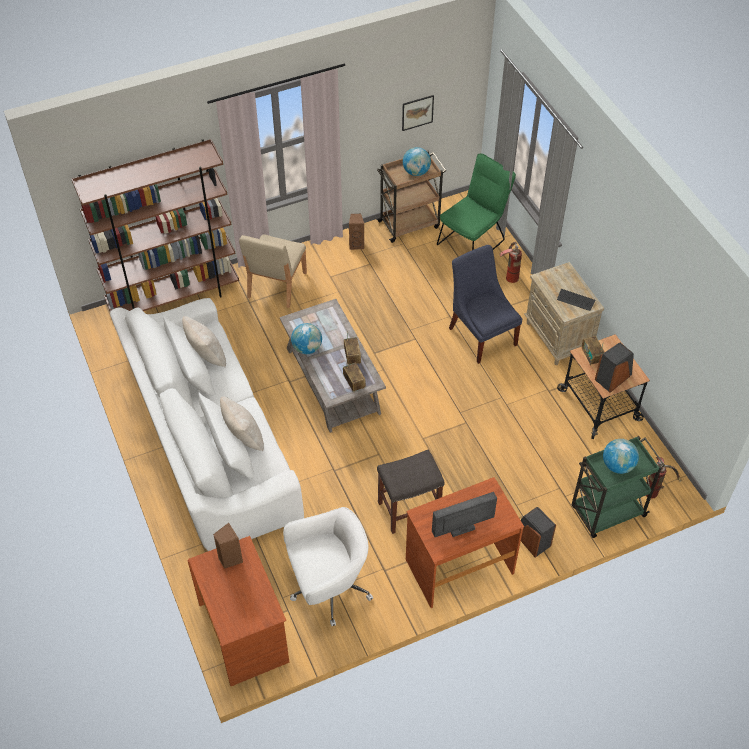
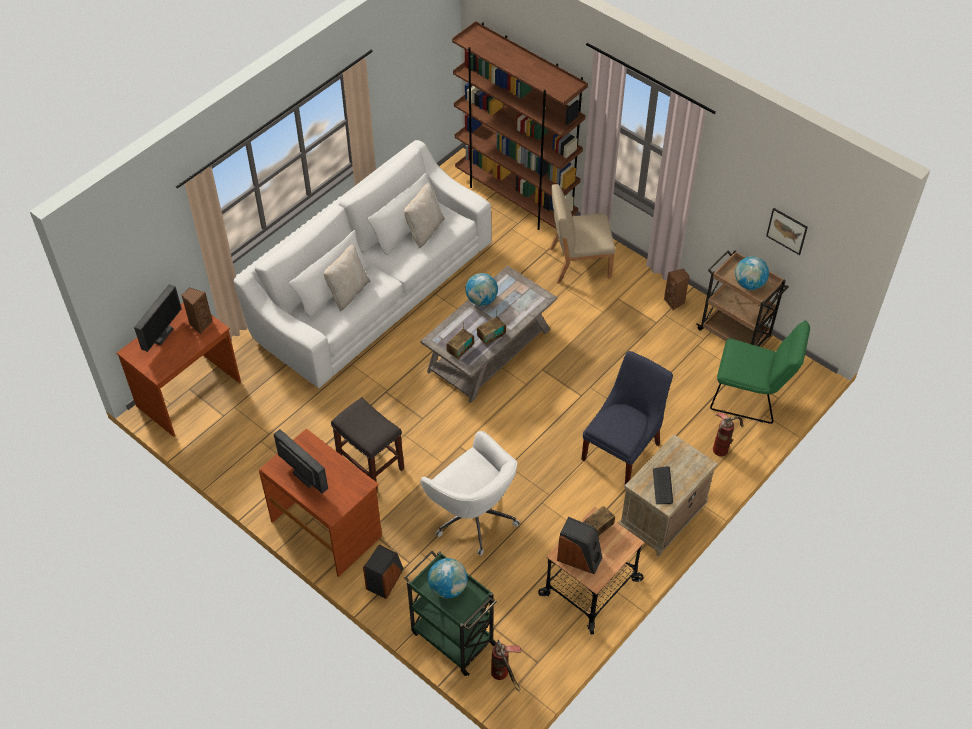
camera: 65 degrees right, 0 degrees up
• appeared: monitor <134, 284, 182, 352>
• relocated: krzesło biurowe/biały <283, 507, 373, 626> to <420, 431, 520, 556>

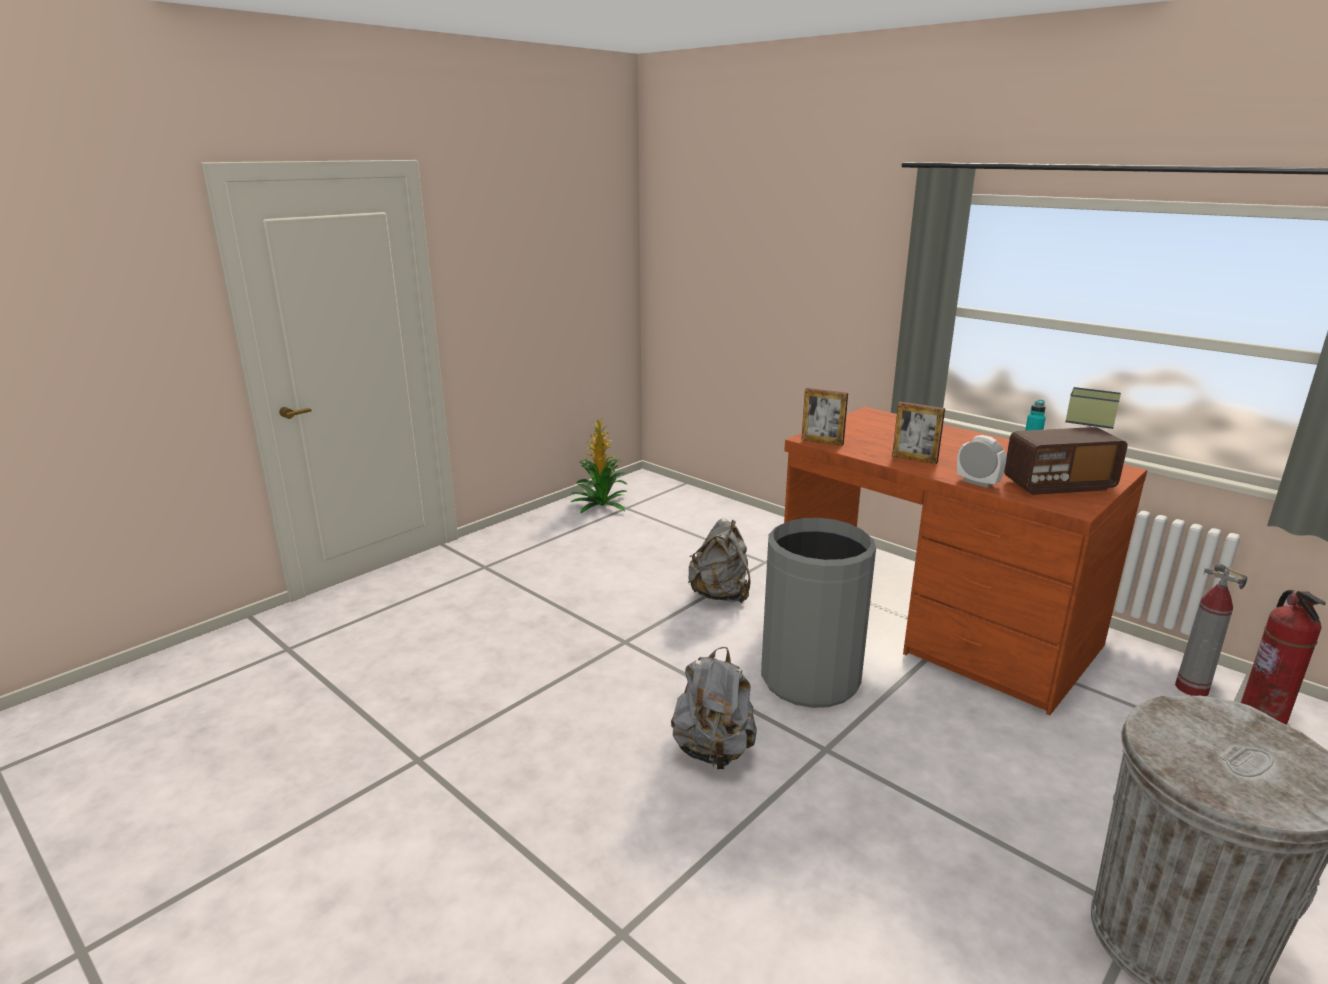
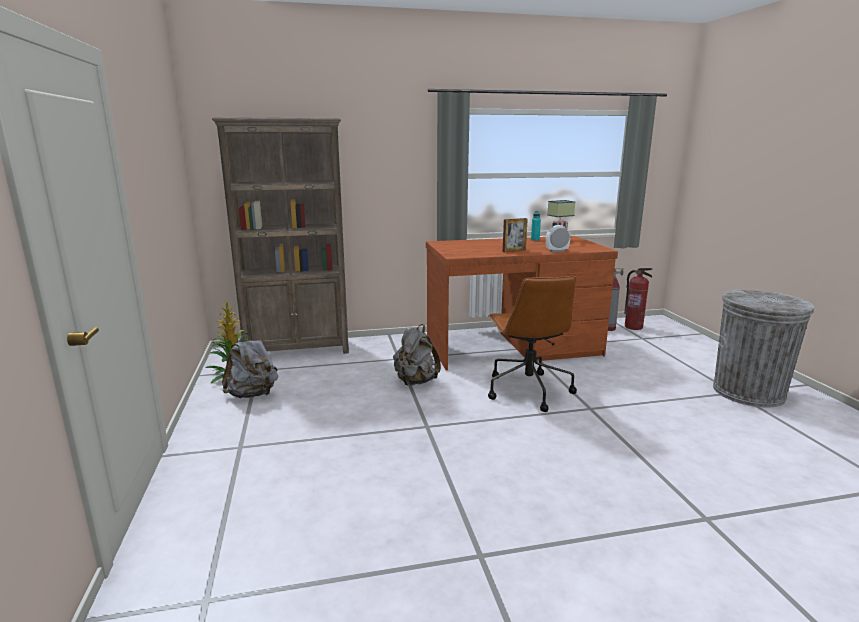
camera: 55 degrees left, 5 degrees down
• appeared: regał/brązowy <212, 117, 349, 354>
• relocated: plecak/szary <671, 647, 757, 769> to <222, 333, 278, 398>
• exchanged: kosz na śmieci/szary <761, 518, 876, 708> to krzesło biurowe/brązowy <488, 276, 577, 412>
• missing: ramka na zdjęcie <802, 388, 848, 446>
• missing: radio <1004, 427, 1128, 495>

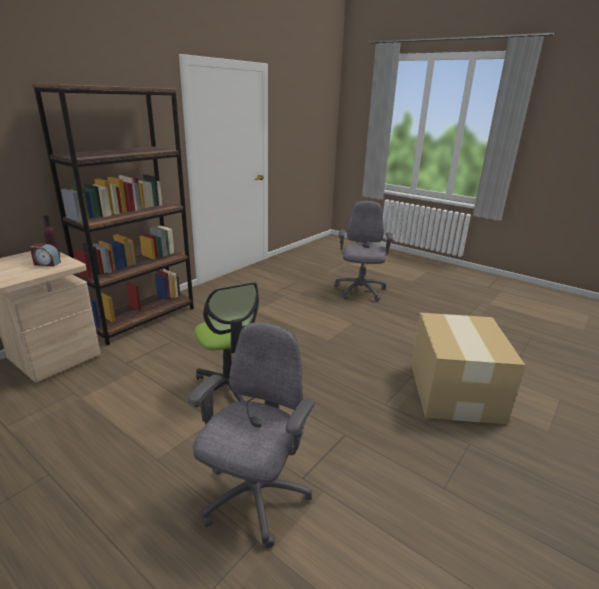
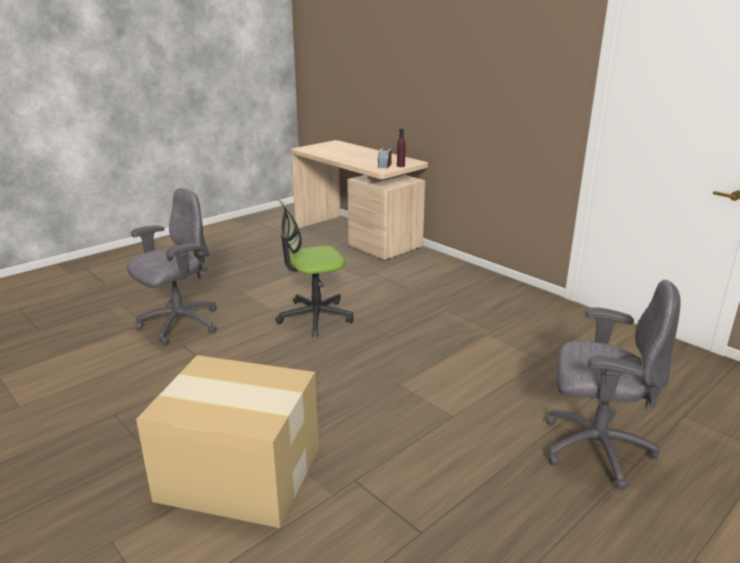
camera: 100 degrees right, 0 degrees up
• spun: krzesło biurowe/szary <188, 322, 315, 548> = <127, 188, 217, 345> 75 degrees counterclockwise
• missing: regał/brązowy <32, 83, 194, 345>

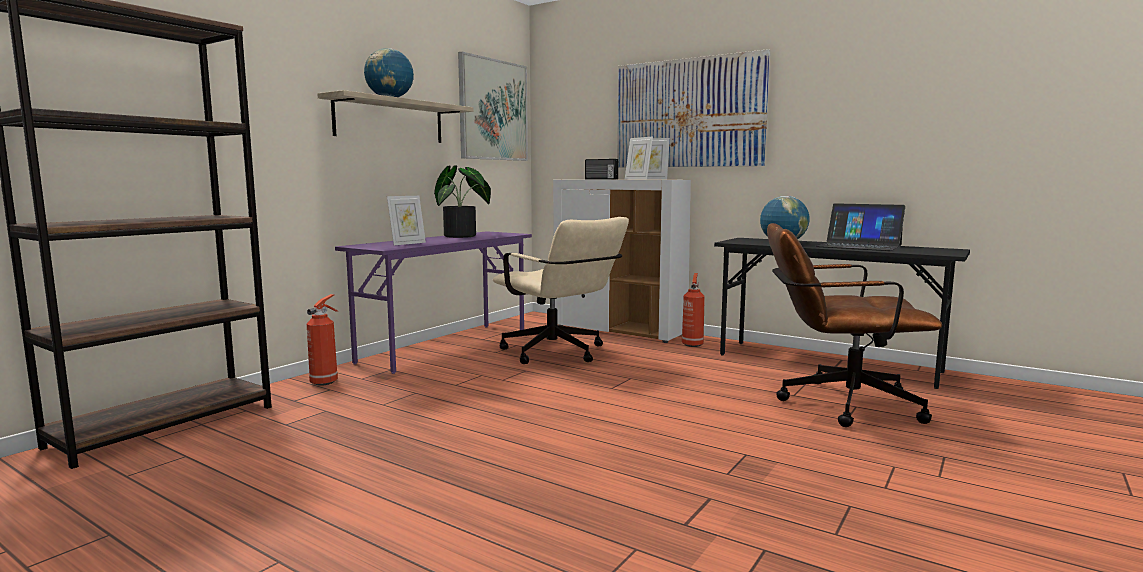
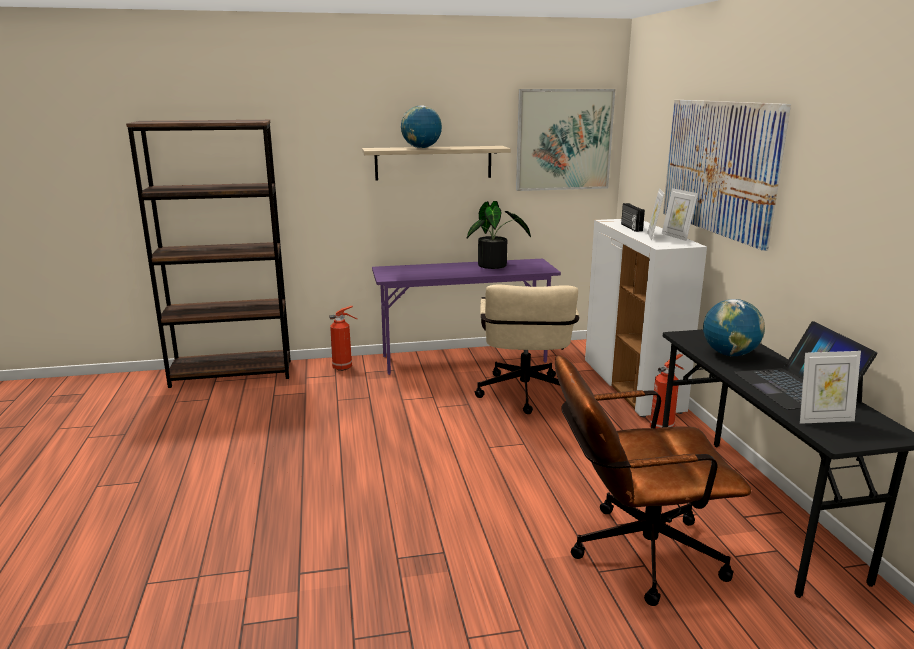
camera: 45 degrees right, 10 degrees up
• spun: krzesło biurowe/brązowy <767, 223, 942, 427> = <555, 355, 751, 606> 60 degrees counterclockwise
• relocated: ramka na zdjęcie <387, 196, 426, 245> to <800, 351, 861, 424>

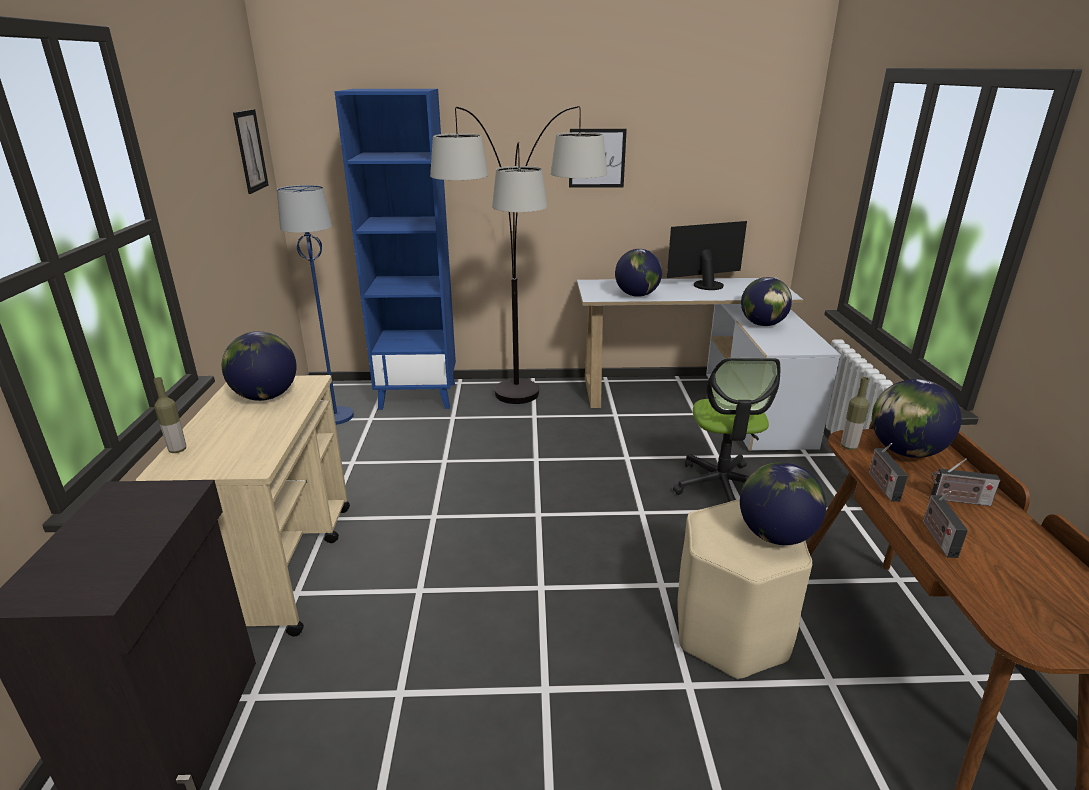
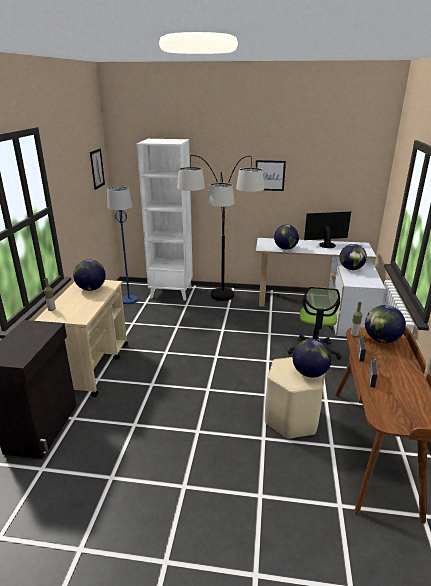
camera: 10 degrees right, 0 degrees up
• colour: regał/niebieski <334, 89, 456, 410> to regał/biały <137, 139, 193, 301>
• missing: radio <931, 458, 1000, 506>

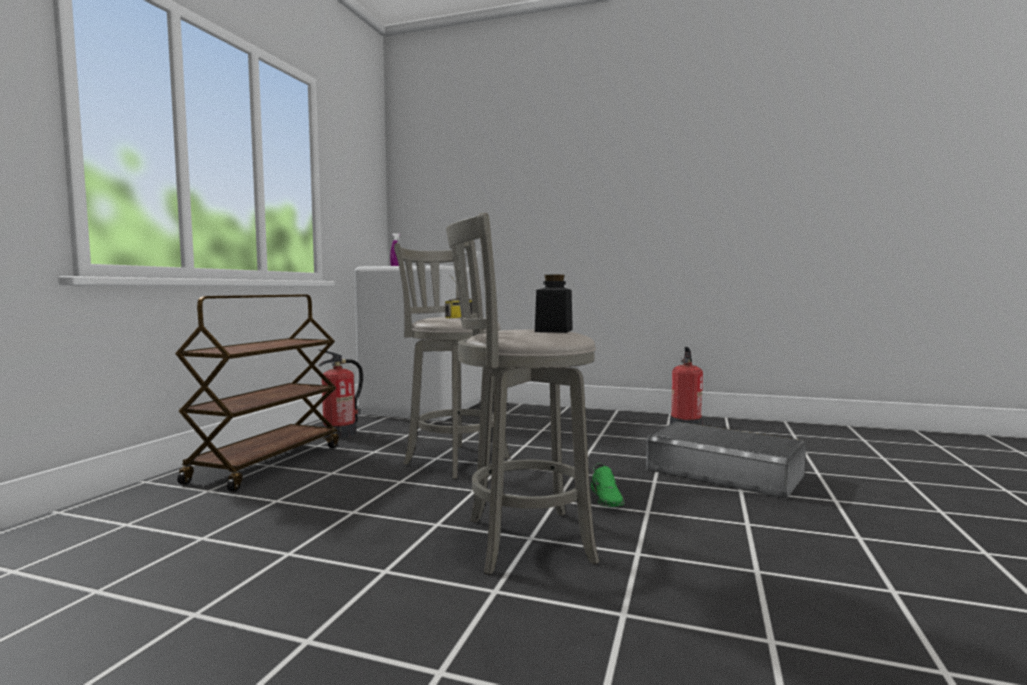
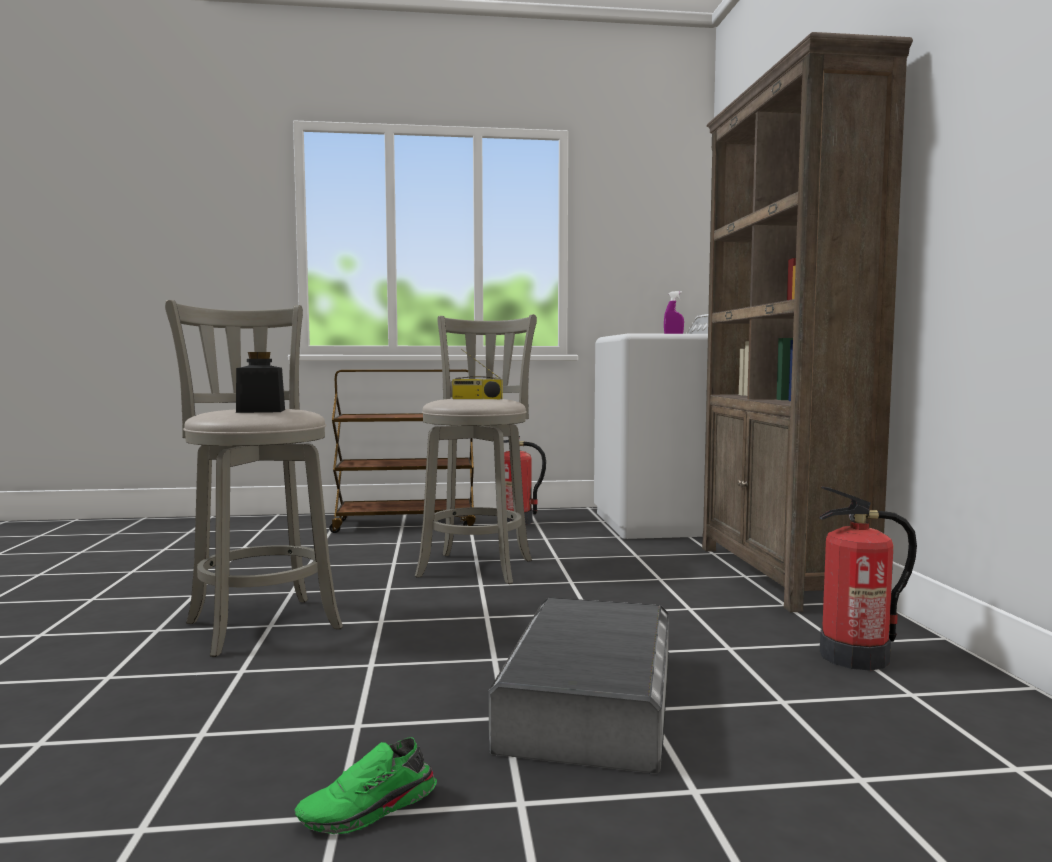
camera: 65 degrees right, 0 degrees up
• relocated: but/zielony <591, 463, 625, 507> to <294, 737, 437, 834>
• appeared: regał/brązowy <702, 32, 913, 612>

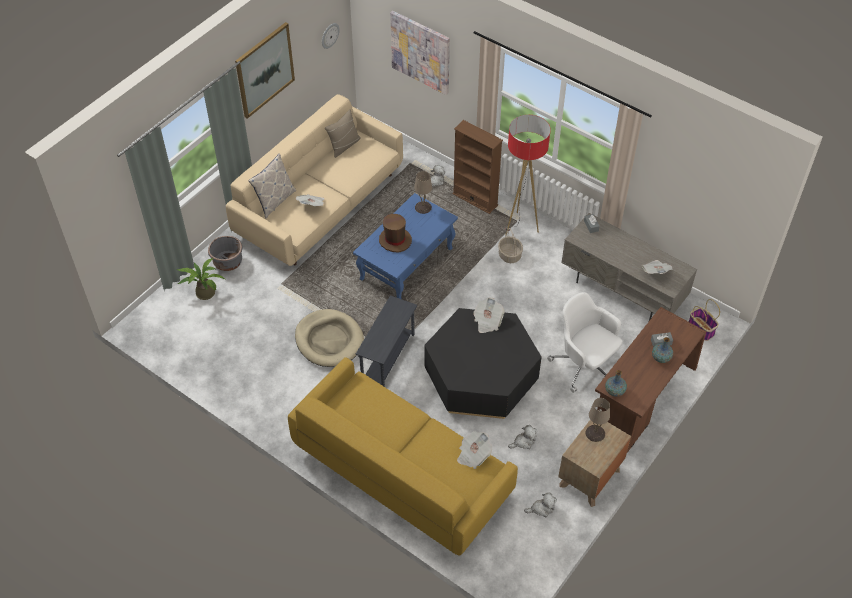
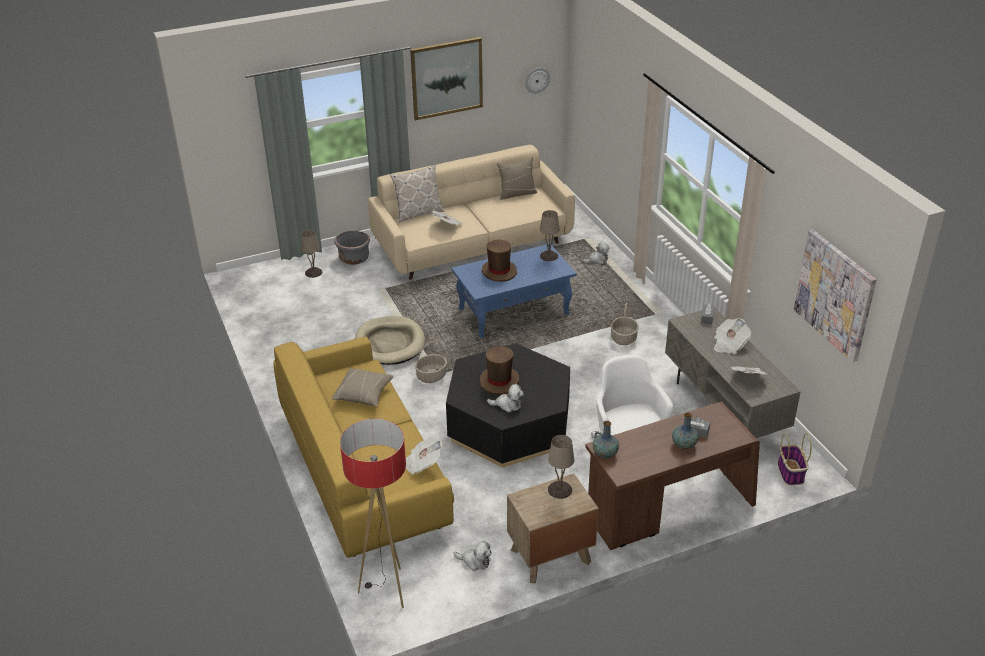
camera: 30 degrees right, 15 degrees down
• exchanged: roślina doniczkowa <177, 258, 225, 300> to lampa stołowa/beżowy <301, 230, 322, 278>
• appeared: poduszka/beżowy <332, 368, 394, 406>
• relocated: lampa stojąca <505, 115, 551, 236> to <340, 419, 406, 608>
• exchanged: stolik/szary <356, 295, 417, 387> to koszyk <415, 341, 447, 383>
• appeared: kapelusz/brązowy <480, 346, 519, 395>
• relocated: pluszak <508, 425, 537, 449> to <487, 384, 524, 412>
• relocated: gazeta <473, 297, 504, 333> to <714, 318, 751, 354>
• relocated: obraz <390, 11, 450, 95> to <794, 230, 877, 362>
• missing: regał/brązowy <452, 120, 503, 214>

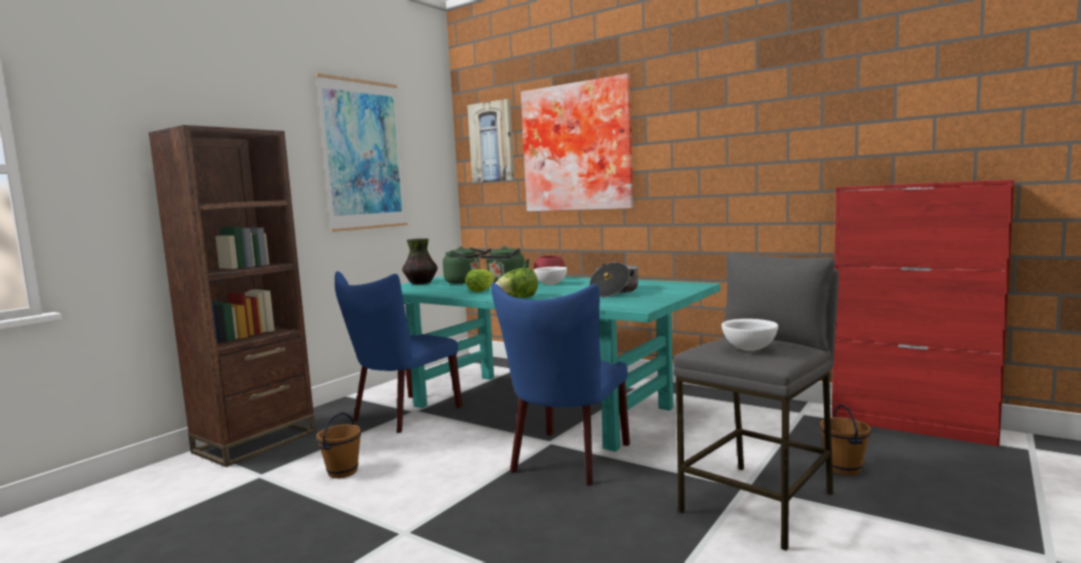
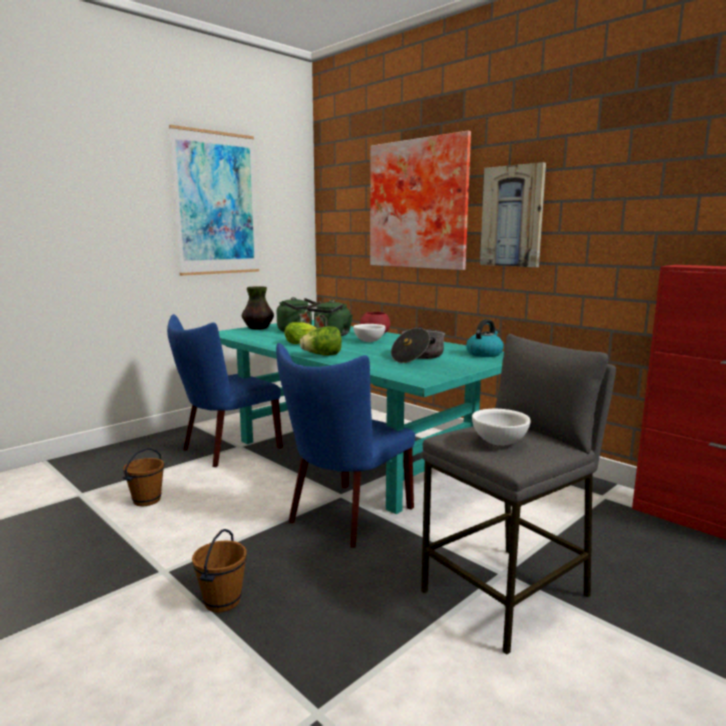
camera: 10 degrees right, 5 degrees up
• relocated: wiadro/brązowy <820, 404, 871, 475> to <192, 529, 247, 612>
• appeared: czajnik <466, 319, 504, 357>
• relocated: obraz <467, 99, 515, 183> to <480, 162, 546, 267>
• missing: regał/brązowy <148, 125, 316, 467>

